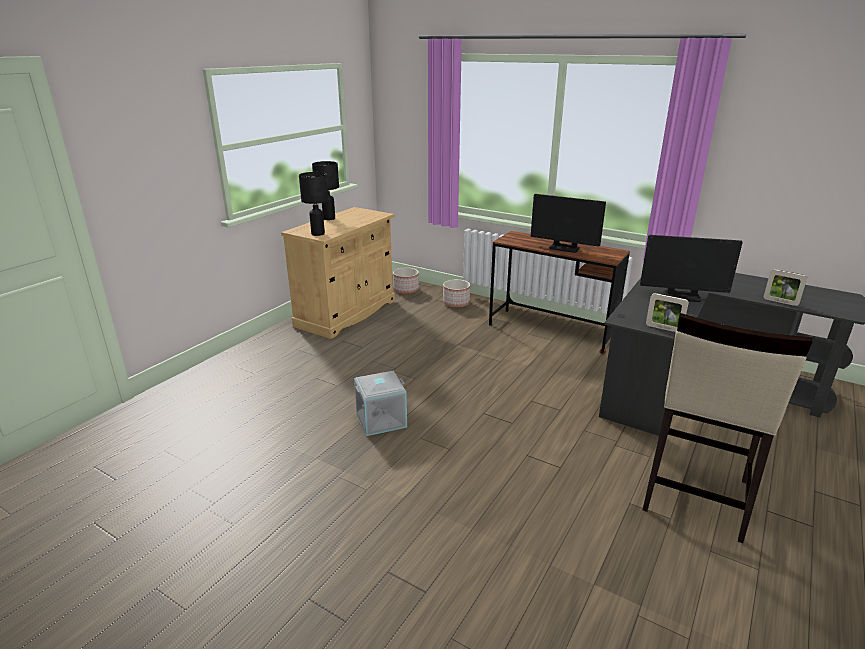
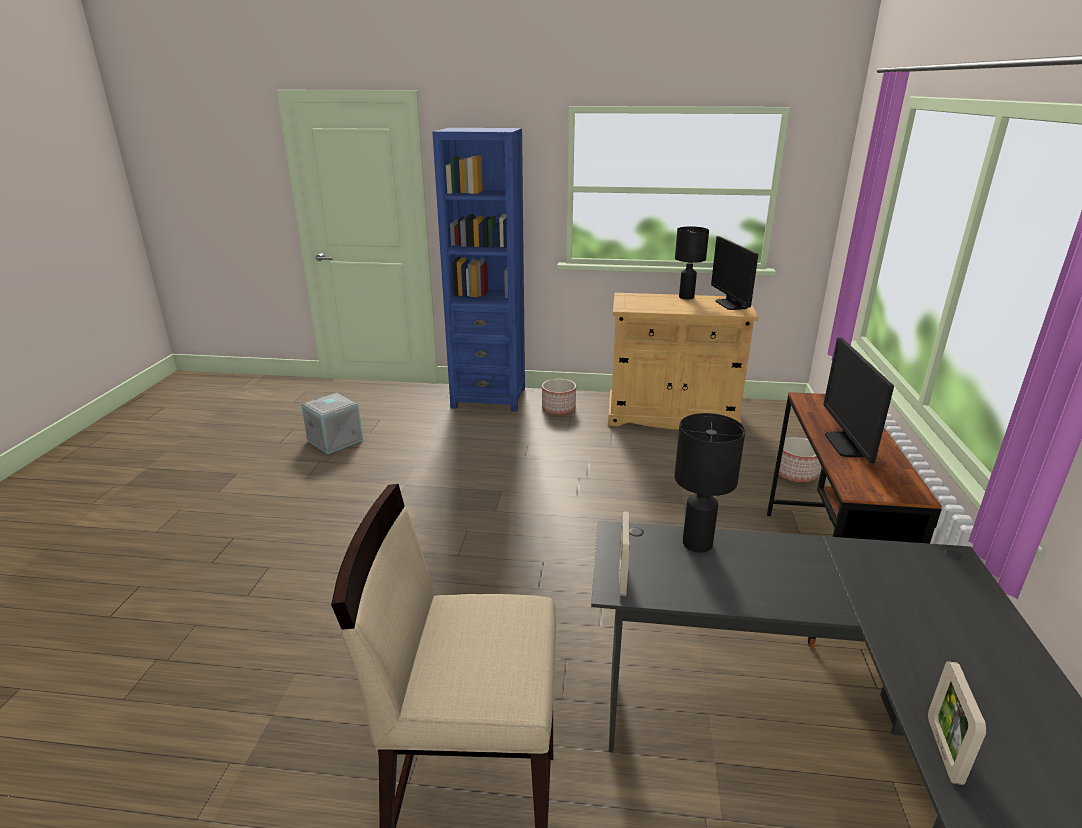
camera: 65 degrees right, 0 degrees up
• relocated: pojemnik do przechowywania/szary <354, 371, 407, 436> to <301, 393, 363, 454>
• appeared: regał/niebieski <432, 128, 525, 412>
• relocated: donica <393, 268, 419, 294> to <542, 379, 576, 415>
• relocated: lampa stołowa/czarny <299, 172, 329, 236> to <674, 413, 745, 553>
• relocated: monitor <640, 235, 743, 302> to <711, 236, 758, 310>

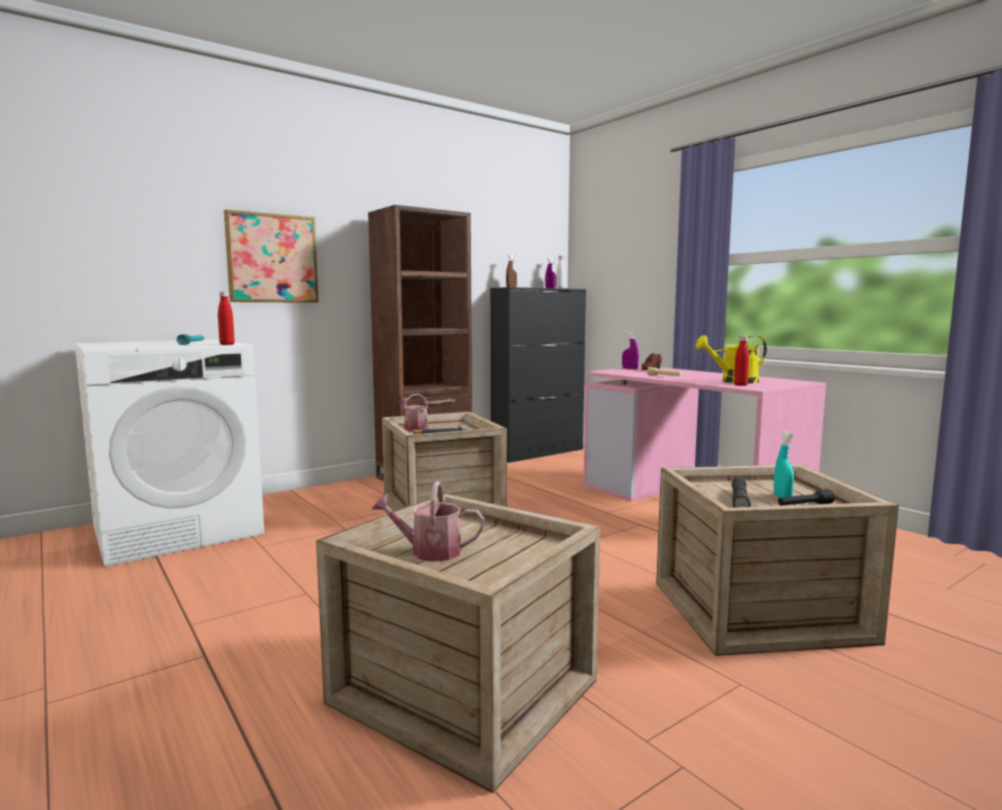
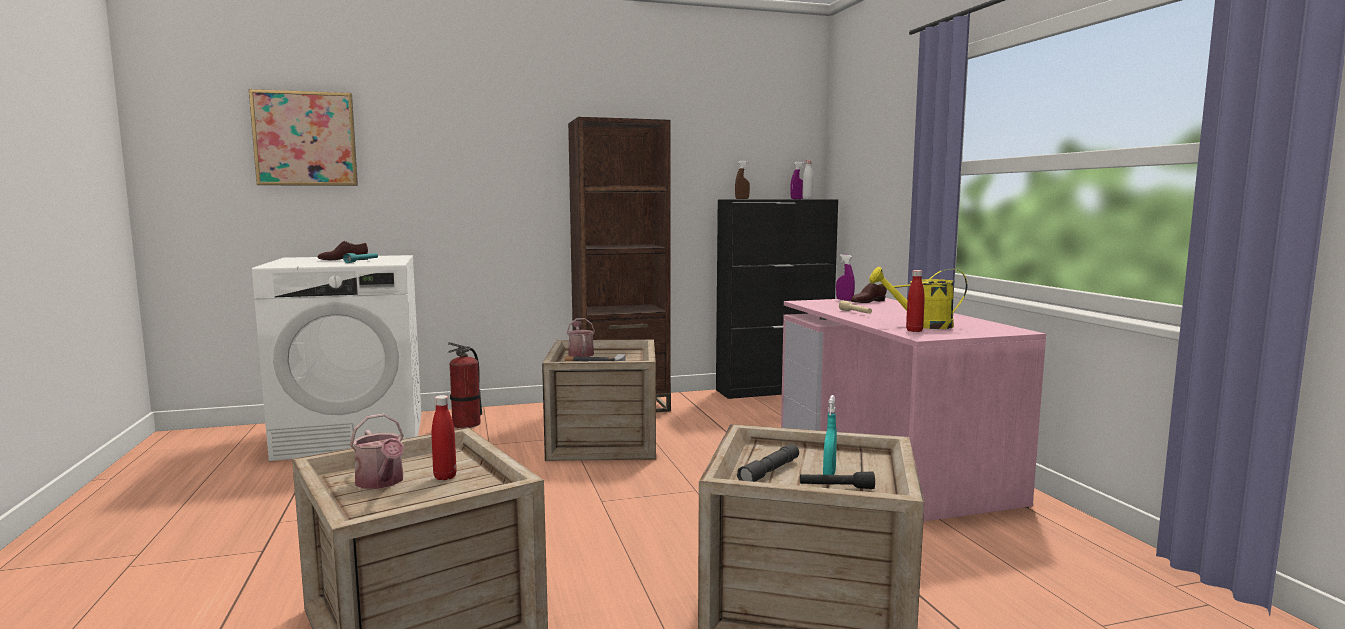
camera: 20 degrees right, 0 degrees up
• relocated: obraz <224, 210, 319, 303> to <249, 89, 358, 186>
• appeared: but/brązowy <318, 241, 368, 260>
• spun: konewka <371, 481, 484, 562> = <350, 414, 404, 489> 150 degrees counterclockwise
• relocated: butelka/czerwony <218, 292, 235, 345> to <432, 395, 457, 480>
• appeared: gaśnica <448, 342, 482, 428>

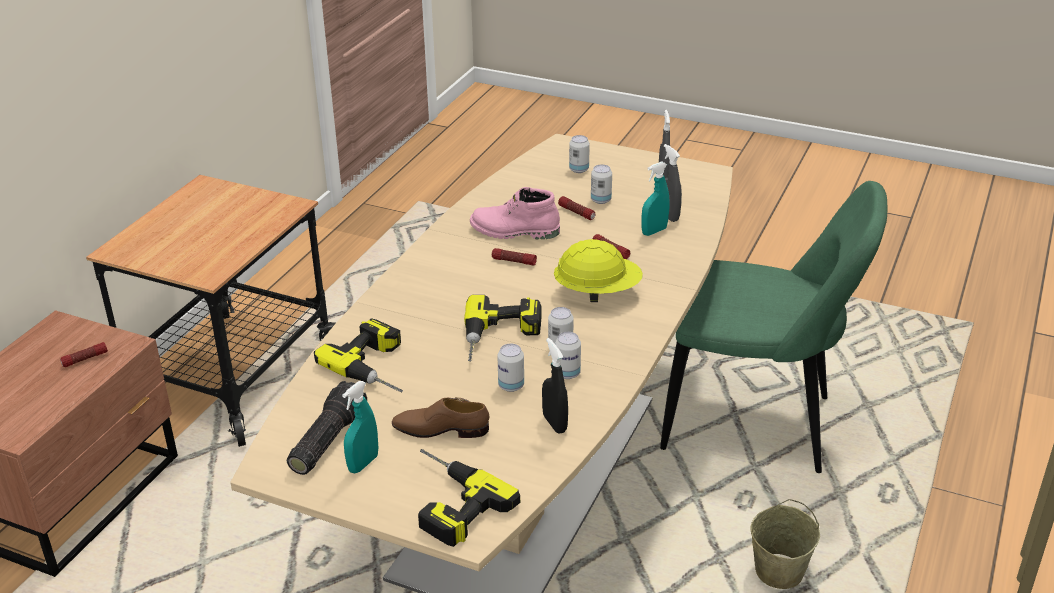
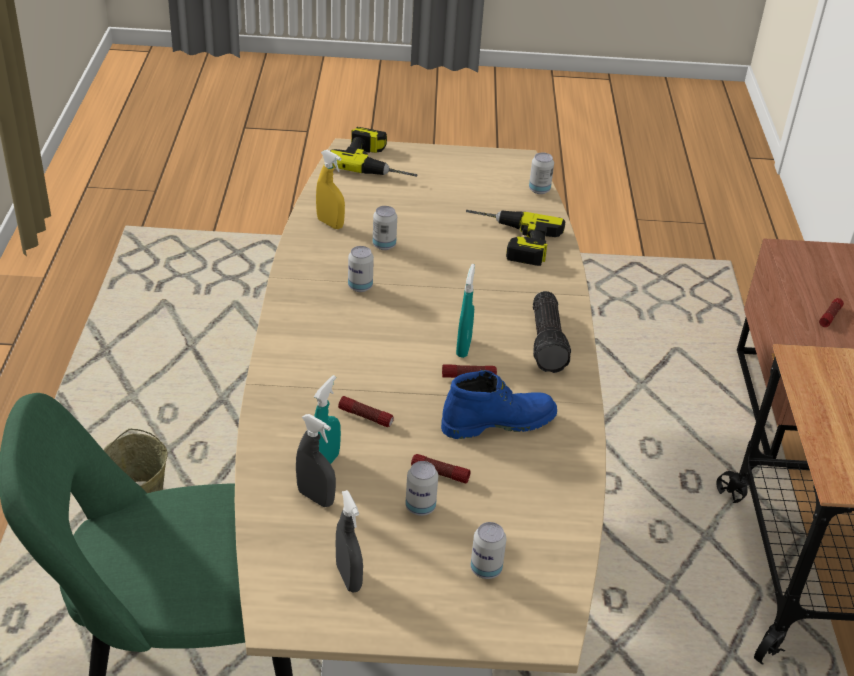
camera: 155 degrees right, 5 degrees up
• colour: spryskiwacz/czarny <542, 338, 568, 434> to spryskiwacz/żółty <316, 150, 345, 229>
• colour: but z cholewką/różowy <470, 187, 560, 239> to but z cholewką/niebieski <441, 370, 557, 439>
• relocated: spryskiwacz/turkusowy <342, 381, 378, 473> to <456, 264, 475, 358>
• relocated: puszka <555, 332, 581, 379> to <529, 152, 554, 194>
• relocated: latarka <287, 381, 367, 475> to <533, 291, 571, 373>
• missing: but/brązowy <392, 397, 489, 438>
• missing: wiertarka <464, 295, 541, 361>
• missing: kask/żółty <554, 239, 643, 302>

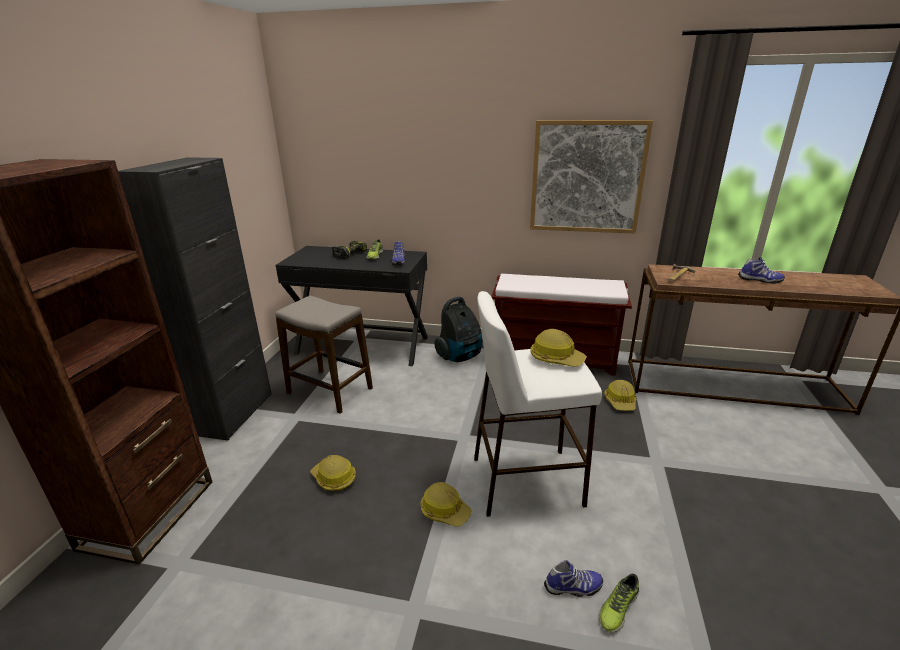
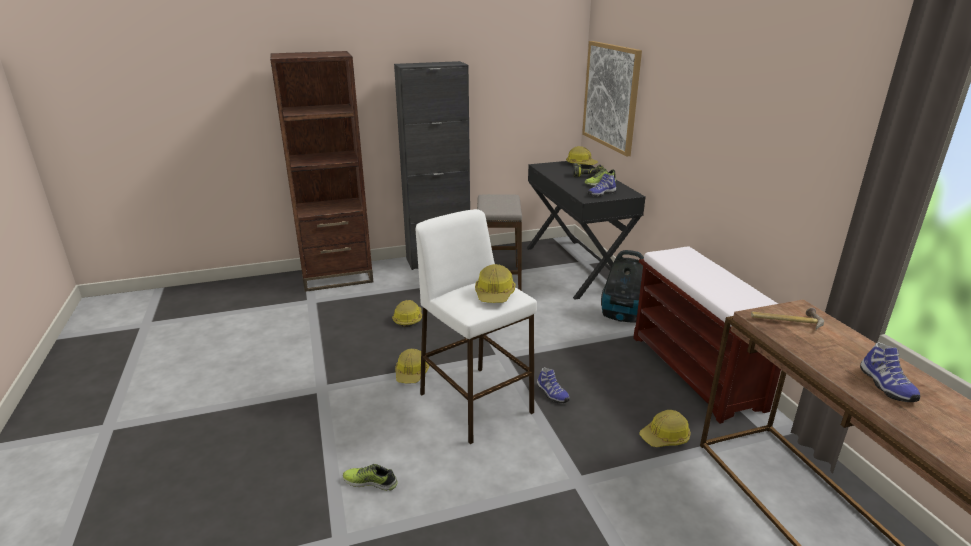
camera: 60 degrees right, 0 degrees up
• relocated: but <544, 560, 603, 597> to <537, 367, 569, 403>
• appeared: kask <566, 146, 598, 165>
• relocated: obraz <530, 120, 653, 234> to <582, 41, 642, 157>

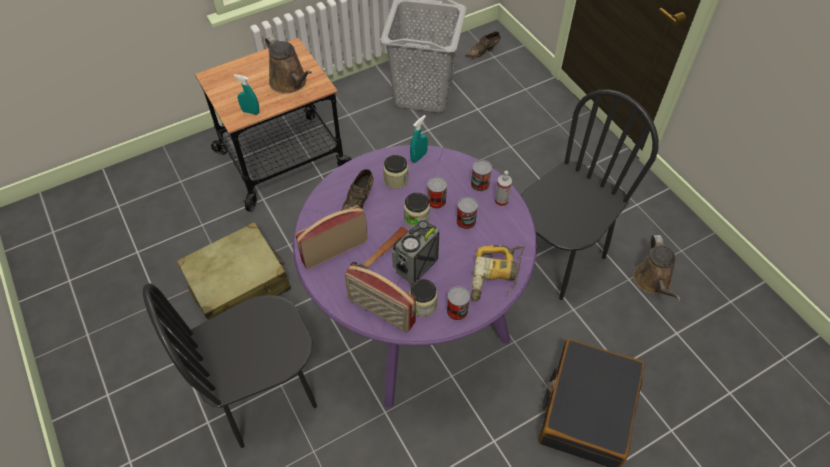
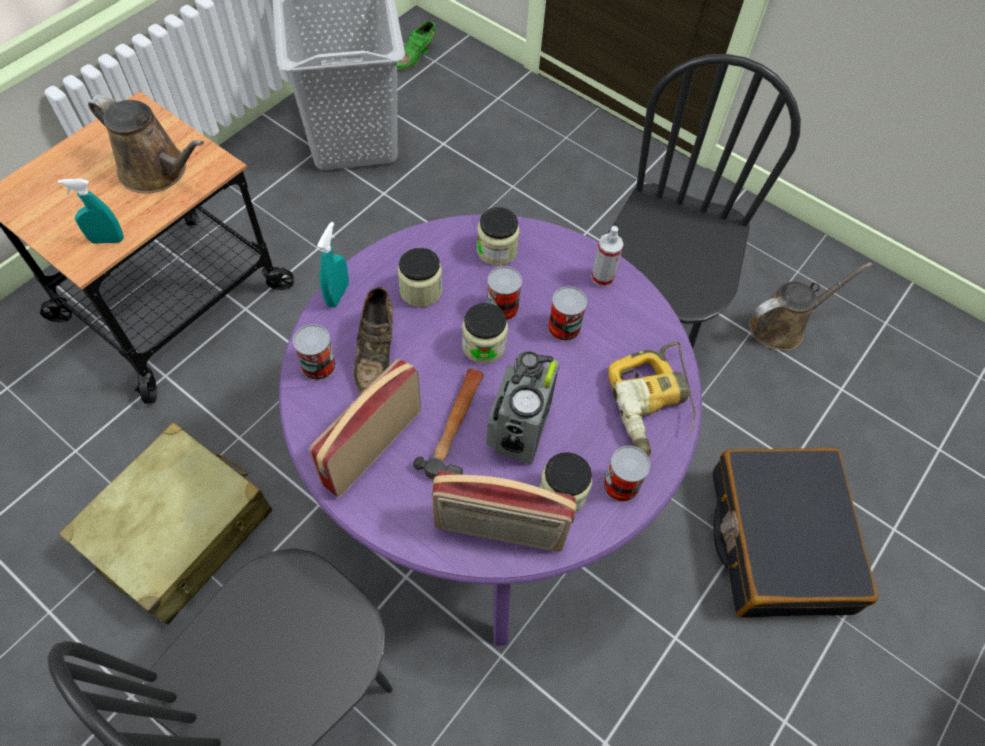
camera: 25 degrees left, 5 degrees up
• relocated: puszka <471, 160, 492, 192> to <293, 324, 336, 380>
• relocated: spryskiwacz/turkusowy <410, 115, 428, 163> to <317, 222, 349, 307>
• colour: but/brązowy <465, 31, 500, 58> to but/zielony <397, 21, 436, 70>
• appeared: słoik <477, 207, 520, 266>
• spun: konewka/brązowy <633, 235, 681, 301> = <749, 262, 872, 351> 90 degrees counterclockwise

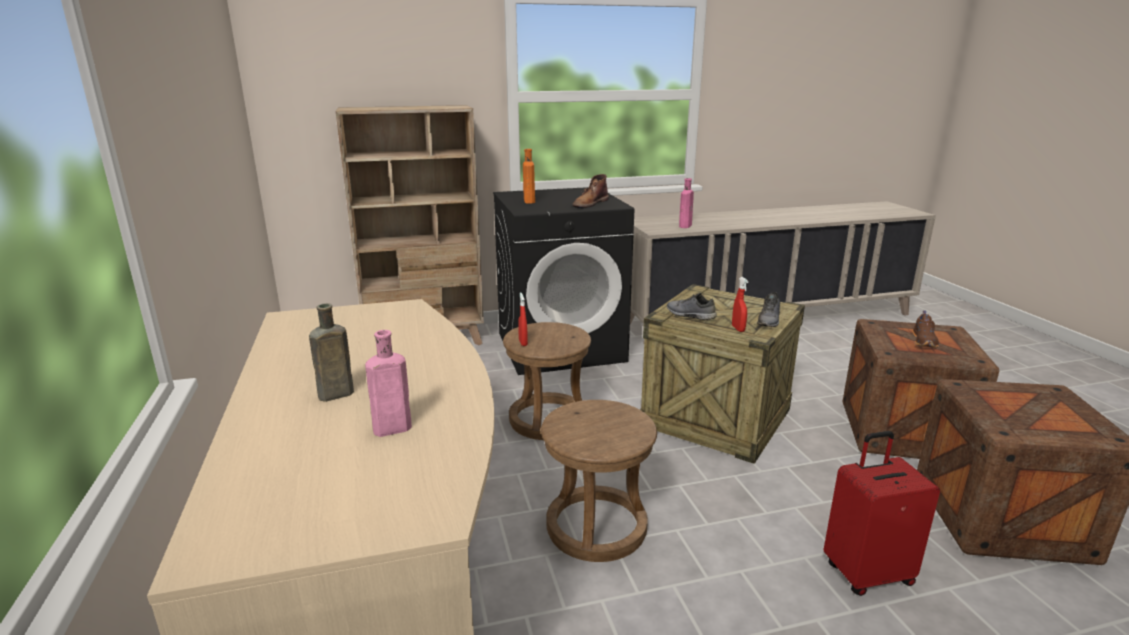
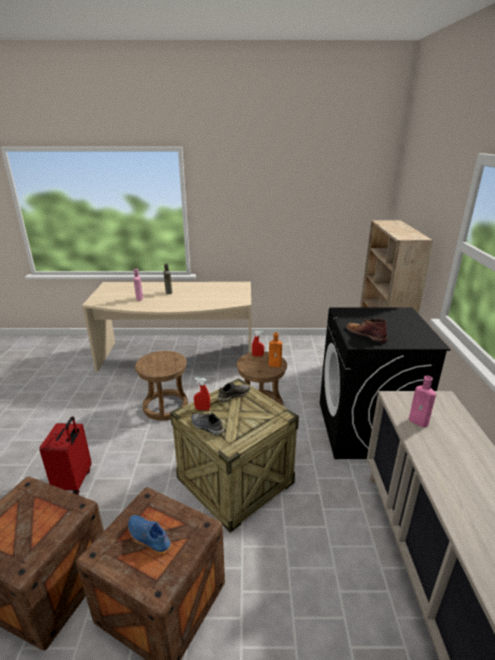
camera: 105 degrees right, 5 degrees up
• colour: but/brązowy <912, 310, 939, 348> to but/niebieski <128, 515, 172, 555>
• relocated: butelka/pomarańczowy <523, 149, 535, 204> to <269, 332, 282, 367>

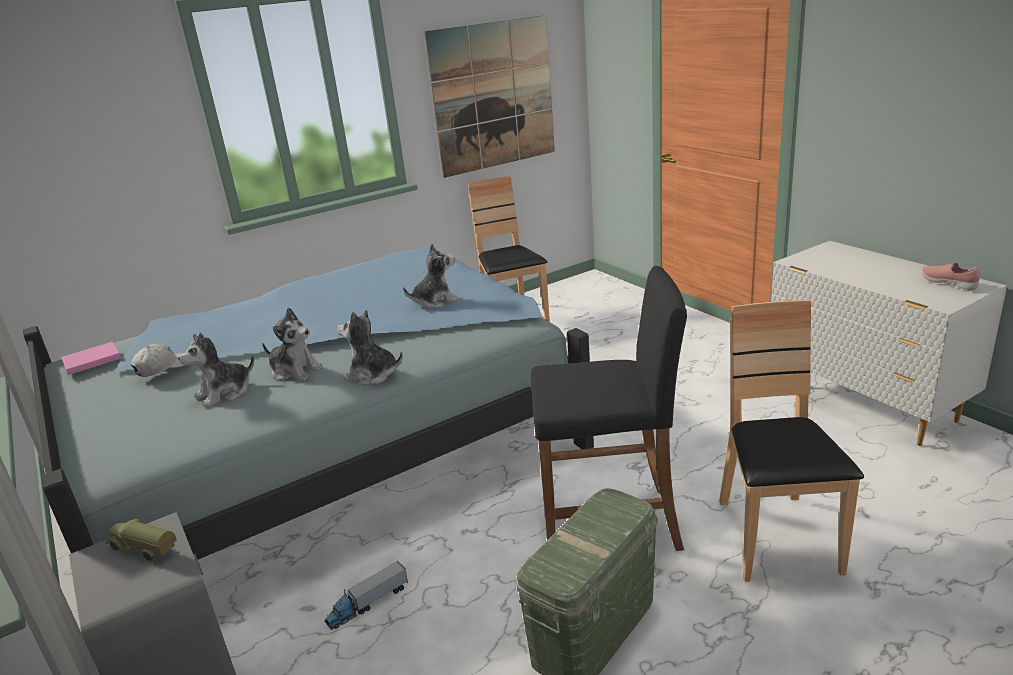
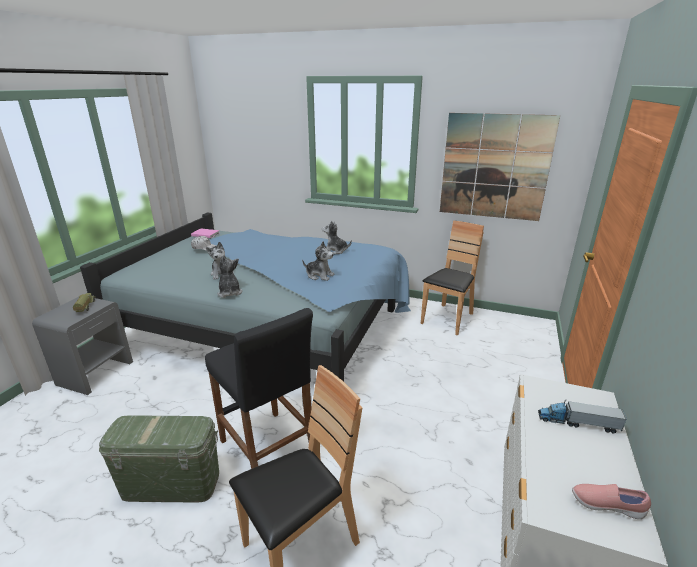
camera: 50 degrees right, 0 degrees up
• relocated: pluszak <178, 333, 254, 408> to <322, 221, 352, 254>
• relocated: ciężarówka zabawkowa <324, 561, 408, 630> to <538, 400, 627, 433>
• spun: but/różowy <921, 263, 980, 290> = <572, 484, 651, 519> 90 degrees counterclockwise

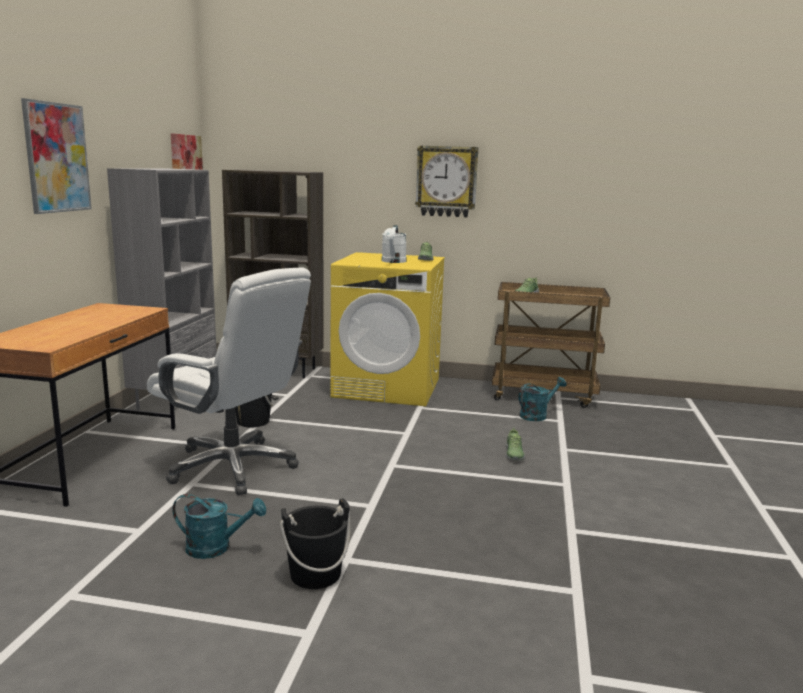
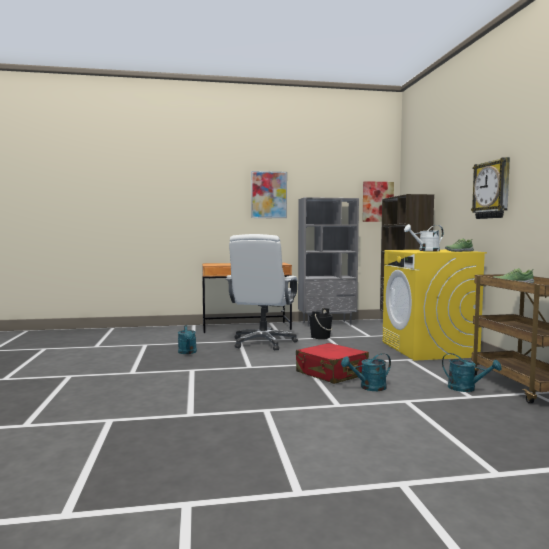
camera: 70 degrees right, 10 degrees down
• appeared: walizka/czerwony <296, 343, 369, 384>
• exchanged: but <505, 428, 525, 461> to konewka/turkusowy <341, 353, 391, 391>
• missing: wiadro/czarny <280, 498, 350, 589>

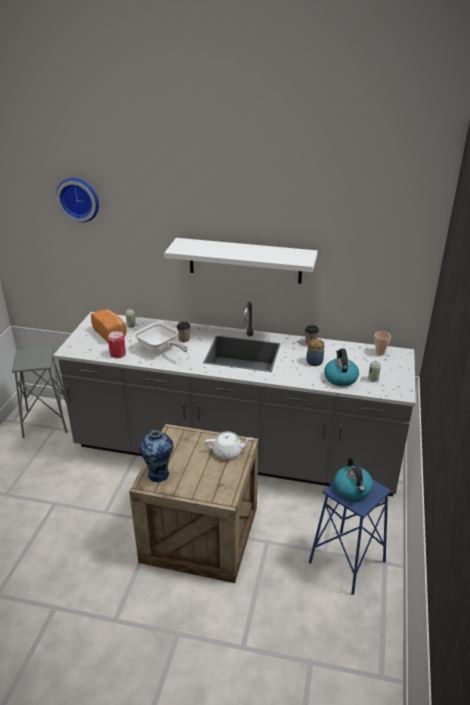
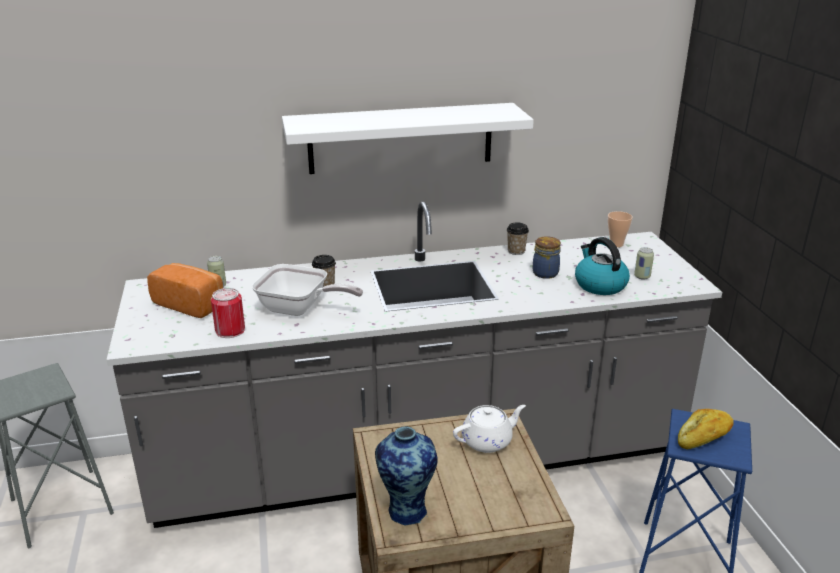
camera: 25 degrees left, 5 degrees down
• exchanged: czajnik <334, 457, 373, 500> to chleb <678, 409, 734, 449>
• missing: zegar ścienny <56, 178, 99, 223>

